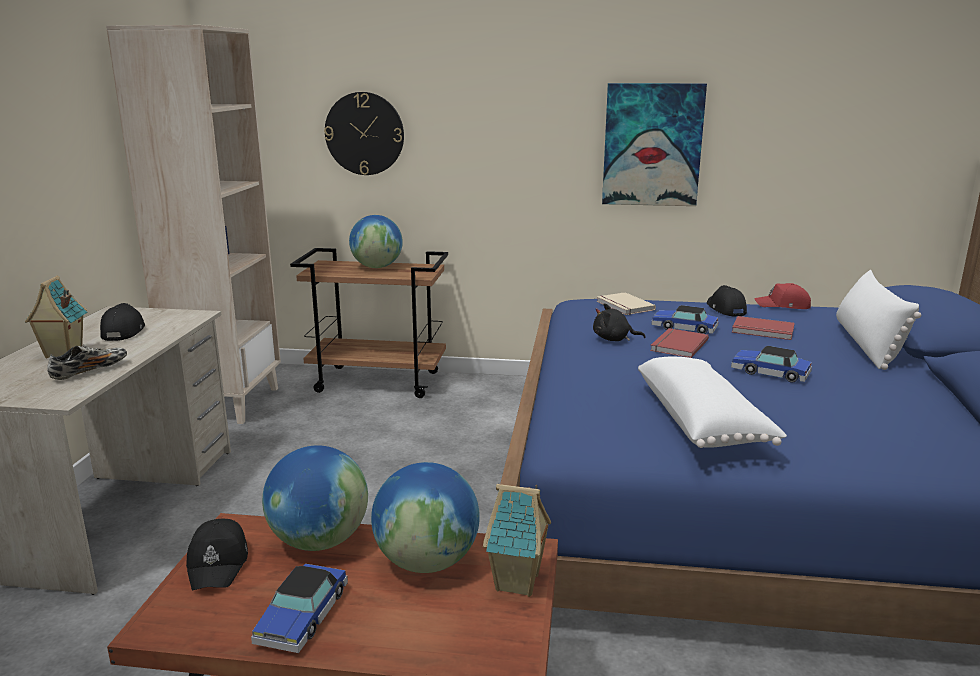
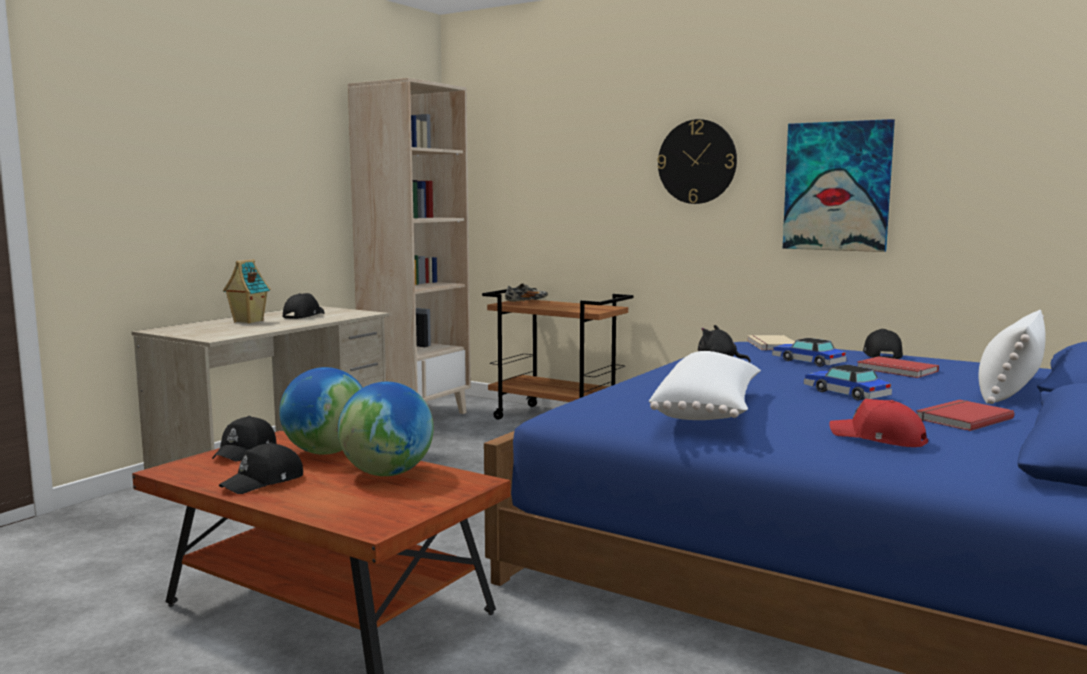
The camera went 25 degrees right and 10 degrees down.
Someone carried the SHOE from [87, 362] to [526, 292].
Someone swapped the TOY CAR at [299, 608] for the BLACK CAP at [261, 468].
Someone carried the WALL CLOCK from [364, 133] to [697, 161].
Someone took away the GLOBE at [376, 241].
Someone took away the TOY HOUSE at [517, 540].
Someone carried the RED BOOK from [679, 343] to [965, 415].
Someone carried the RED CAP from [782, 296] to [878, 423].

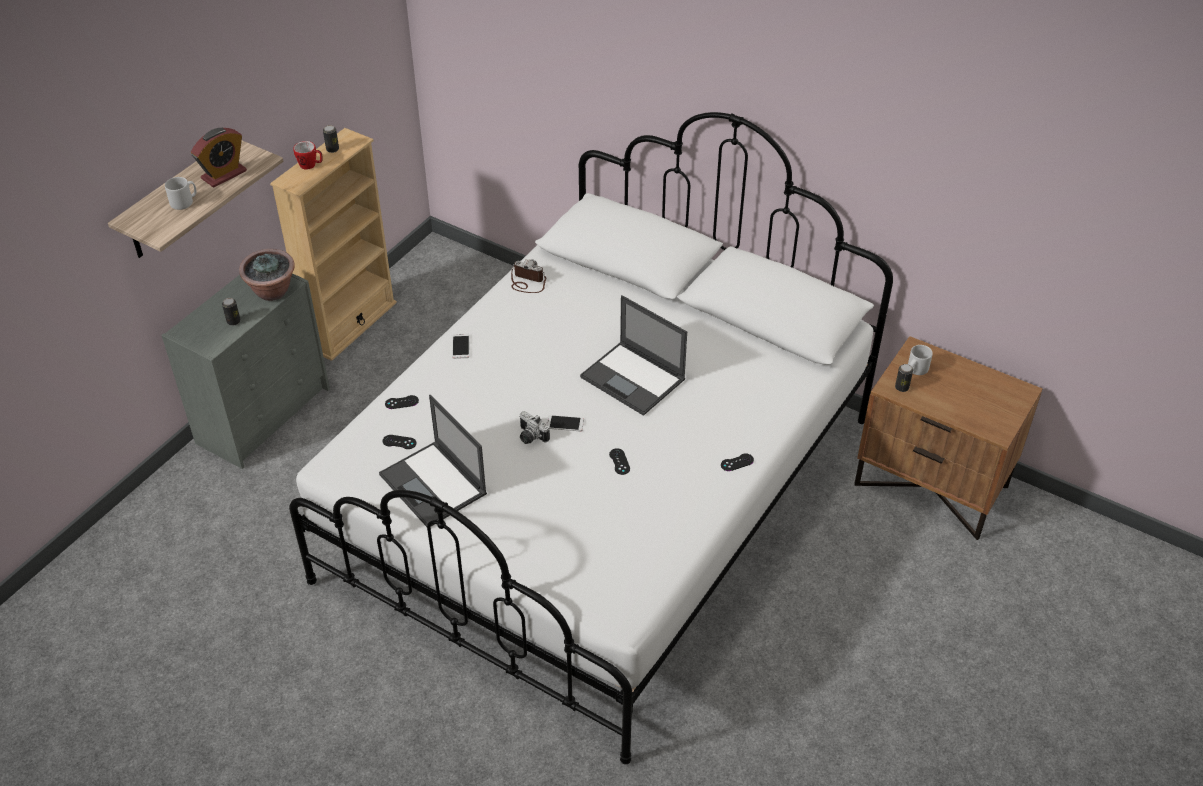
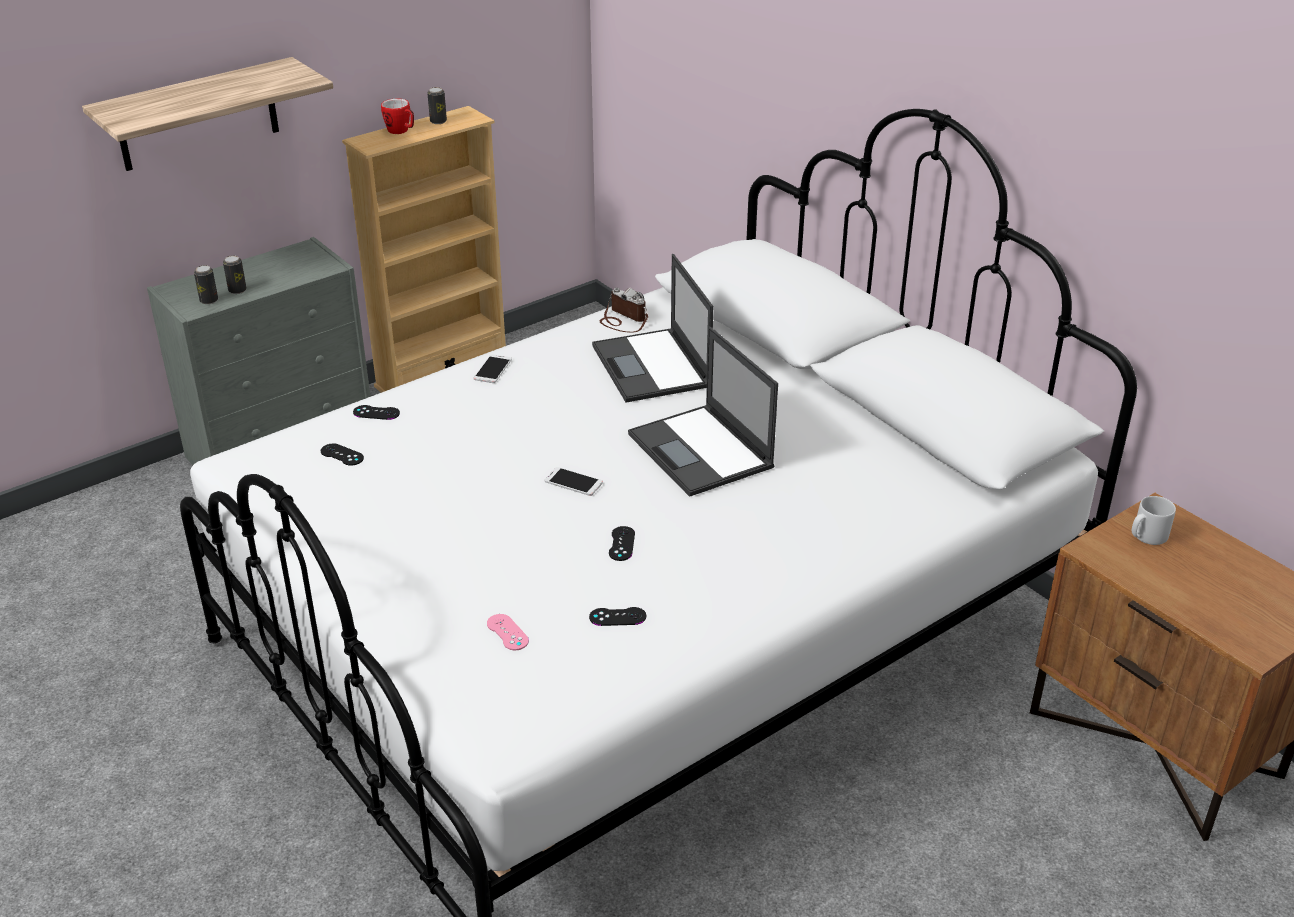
The camera went 20 degrees right and 10 degrees down.
Someone took away the GREY MUG at [180, 193].
Someone took away the ALARM CLOCK at [219, 157].
Someone took away the POTTED PLANT at [267, 275].
Someone carried the LAPTOP from [433, 461] to [652, 328].
Someone took away the PHOTO CAMERA at [534, 427].
Someone carried the BLACK GAME CONTROLLER from [737, 462] to [617, 616].
Someone carried the CAN from [904, 378] to [206, 284].
Someone put down the PINK GAME CONTROLLER at [508, 632].

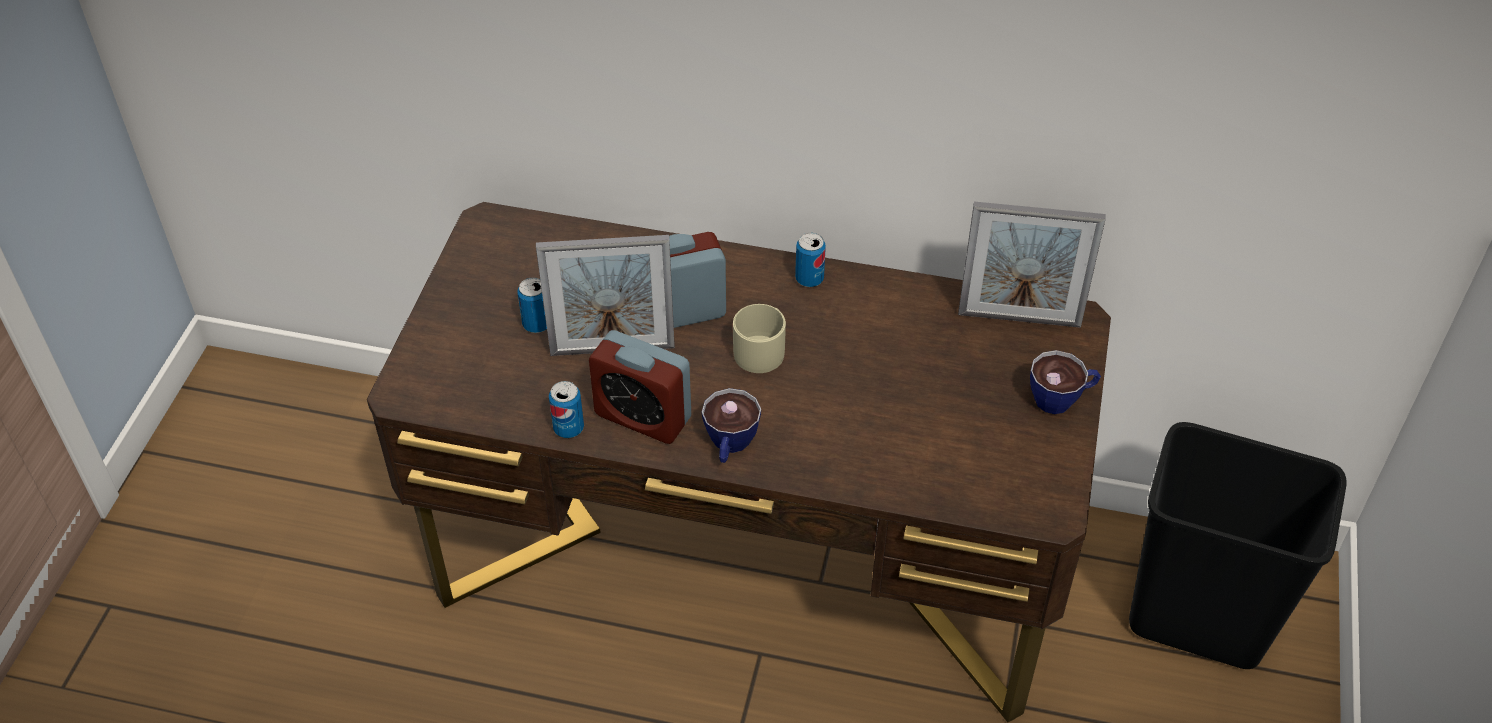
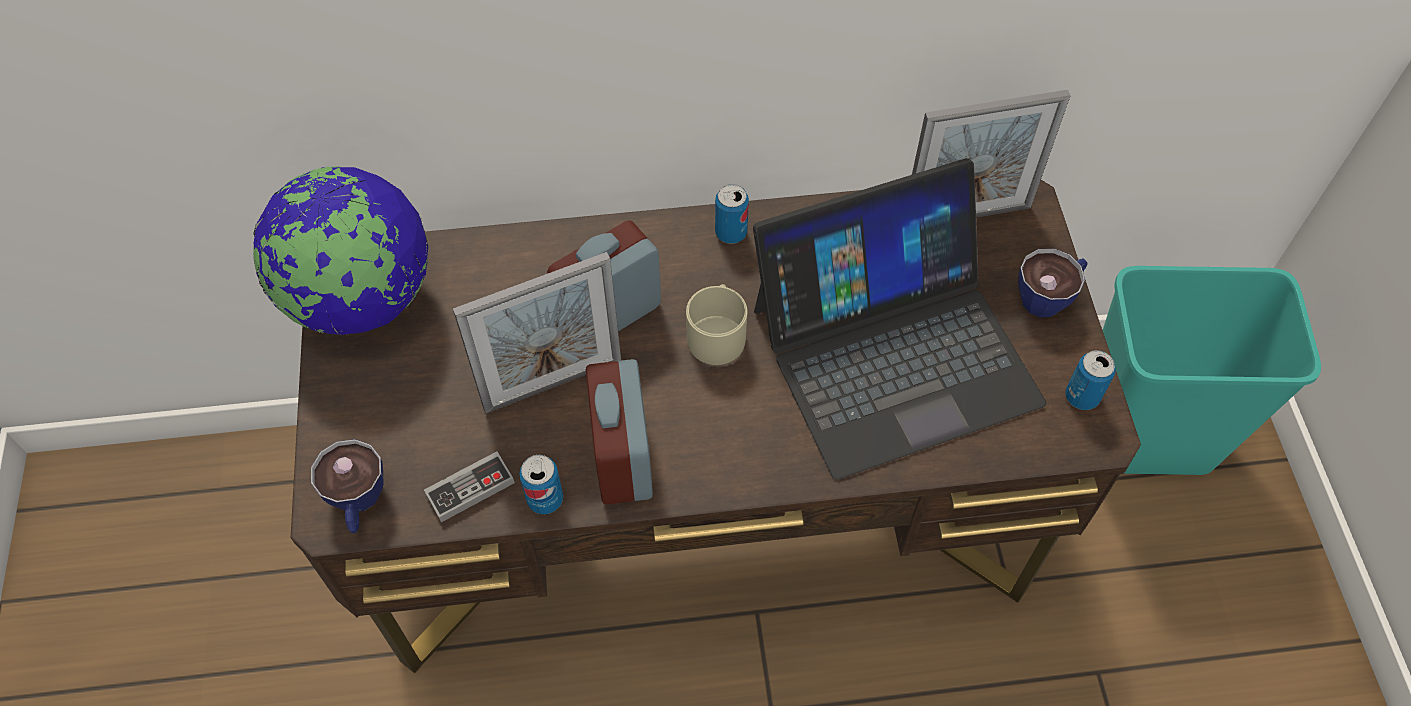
The camera went 20 degrees left and 10 degrees up.
Someone carried the CAN from [532, 305] to [1090, 380].
Someone rotated the ALARM CLOCK at [640, 387] by 75 degrees clockwise.
Someone carried the CUP from [731, 425] to [347, 486].
Someone repainted the BLACK TRASH CAN at [1238, 545], which became the TURQUOISE TRASH CAN at [1212, 370].
Someone put down the GLOBE at [340, 250].
Someone put down the GAME CONTROLLER at [469, 486].
Someone put down the LAPTOP at [900, 319].

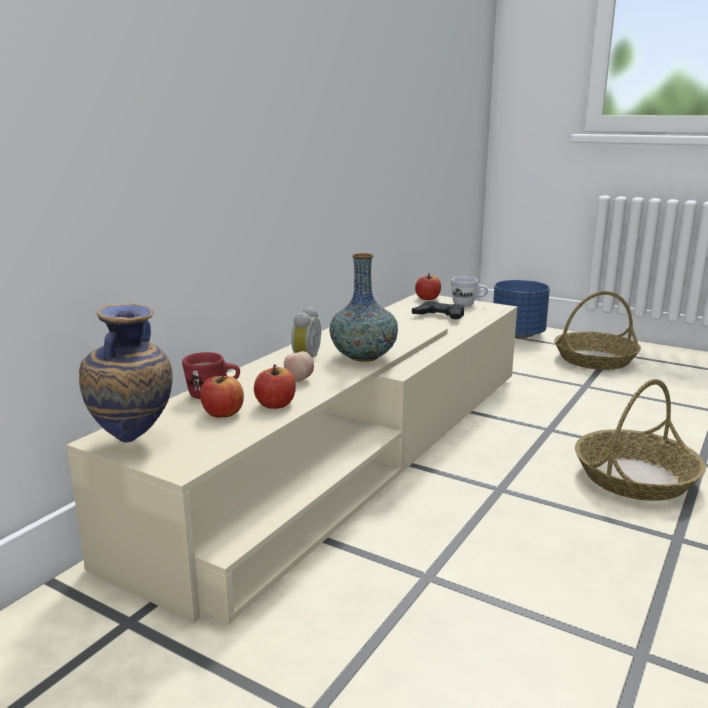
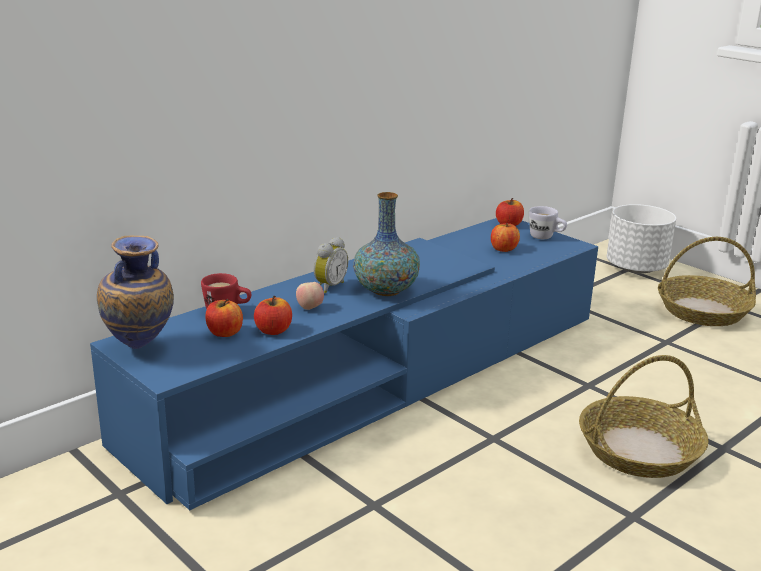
The camera went 15 degrees right and 5 degrees up.
Someone repainted the BEIGE TV STAND at [292, 459], which became the BLUE TV STAND at [344, 364].
Someone swapped the BLACK GAME CONTROLLER at [438, 310] for the APPLE at [505, 237].
Someone repainted the BLUE PLANTER at [521, 309], which became the WHITE PLANTER at [641, 239].

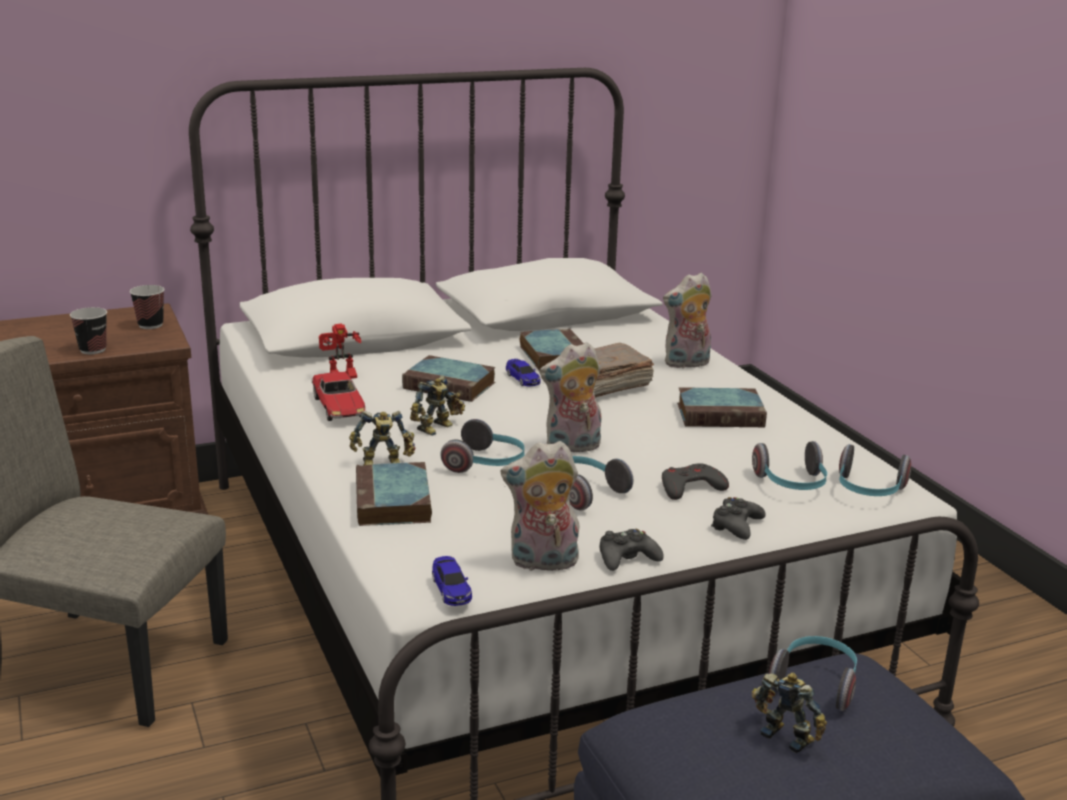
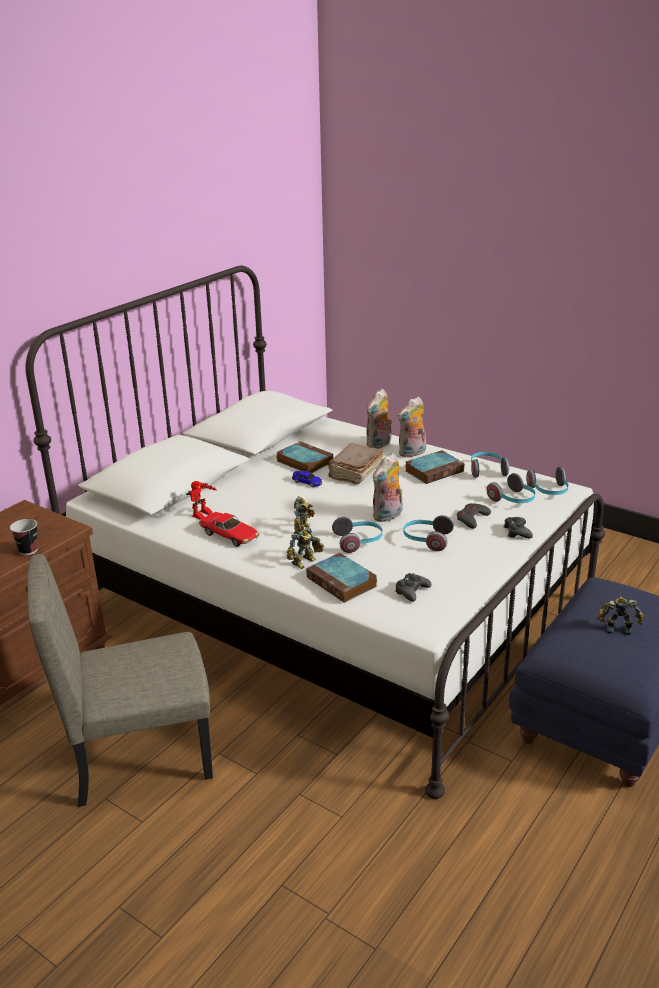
The camera went 30 degrees left and 5 degrees up.
Someone took away the CUP at [147, 307].
Someone took away the BOOK at [449, 378].
Someone took away the TOY CAR at [452, 581].
Someone carried the PLUSH TOY from [540, 506] to [412, 426].
Someone carried the BLACK GAME CONTROLLER from [632, 550] to [413, 587].
Someone carried the HEADPHONES from [813, 673] to [490, 465].

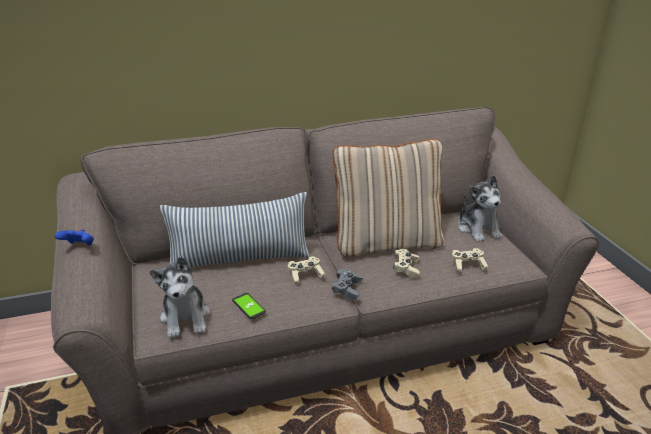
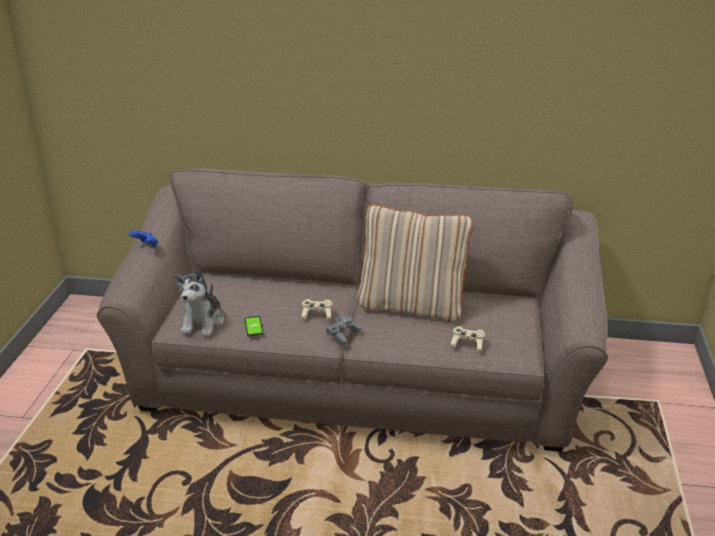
The camera went 25 degrees right and 0 degrees up.
Someone took away the PILLOW at [235, 230].
Someone took away the BEIGE GAME CONTROLLER at [406, 263].
Someone took away the PLUSH TOY at [480, 208].

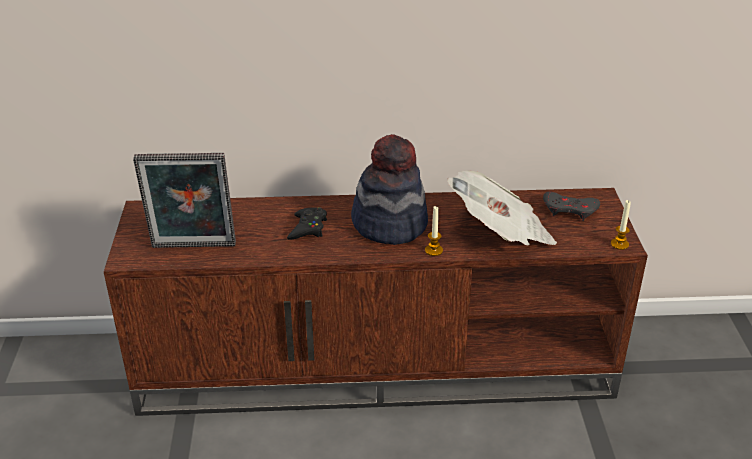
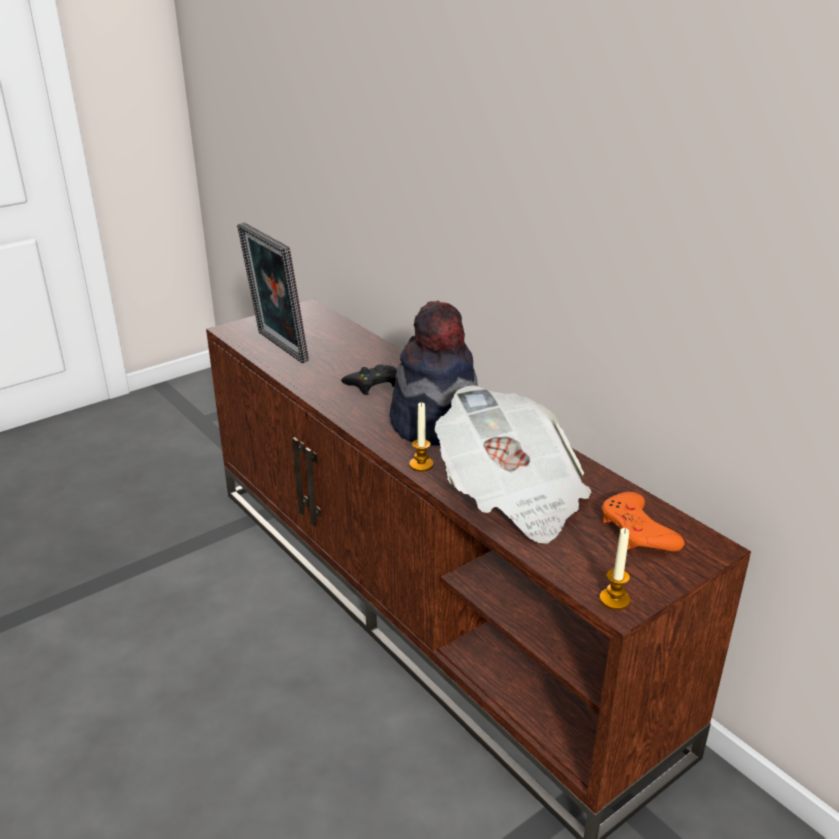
The camera went 55 degrees right and 5 degrees down.
Someone repainted the GREY GAME CONTROLLER at [571, 206], which became the ORANGE GAME CONTROLLER at [643, 521].

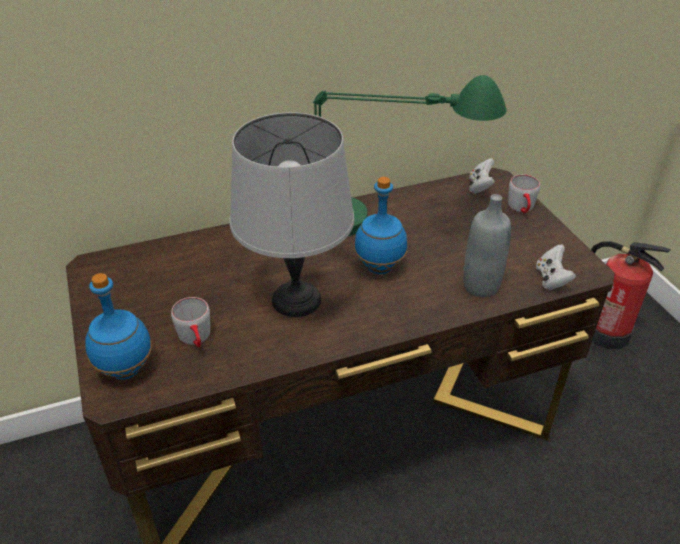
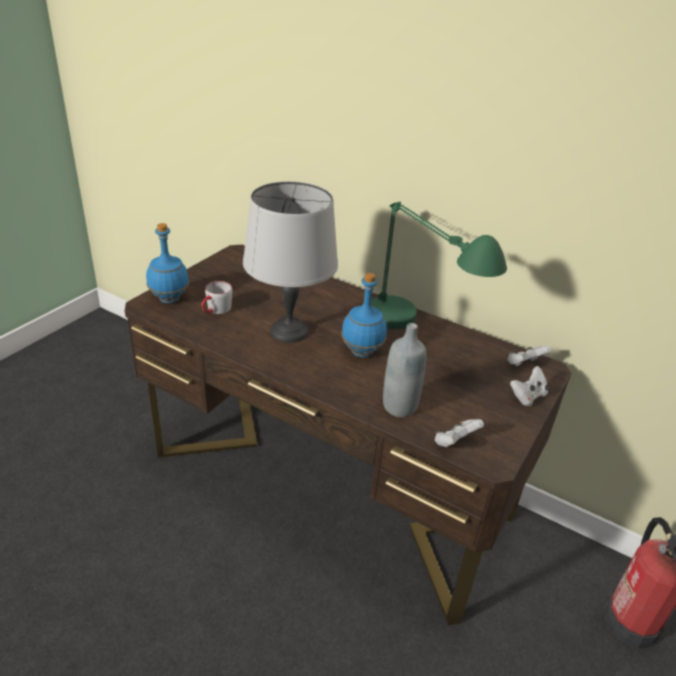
The camera went 50 degrees right and 5 degrees down.
Someone swapped the GREY MUG at [524, 194] for the WHITE GAME CONTROLLER at [530, 386].

